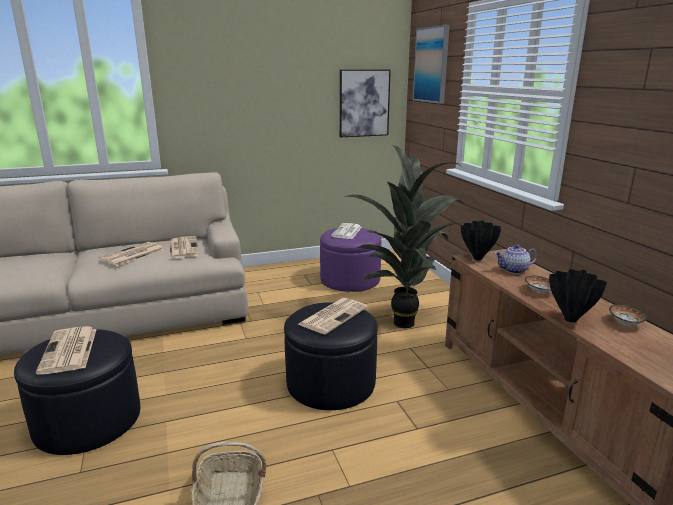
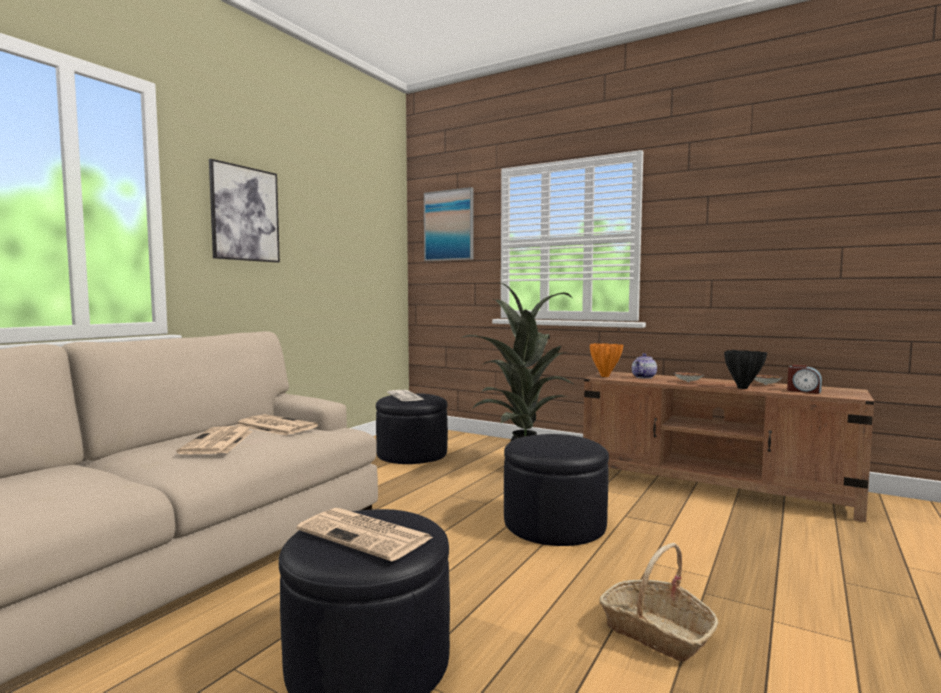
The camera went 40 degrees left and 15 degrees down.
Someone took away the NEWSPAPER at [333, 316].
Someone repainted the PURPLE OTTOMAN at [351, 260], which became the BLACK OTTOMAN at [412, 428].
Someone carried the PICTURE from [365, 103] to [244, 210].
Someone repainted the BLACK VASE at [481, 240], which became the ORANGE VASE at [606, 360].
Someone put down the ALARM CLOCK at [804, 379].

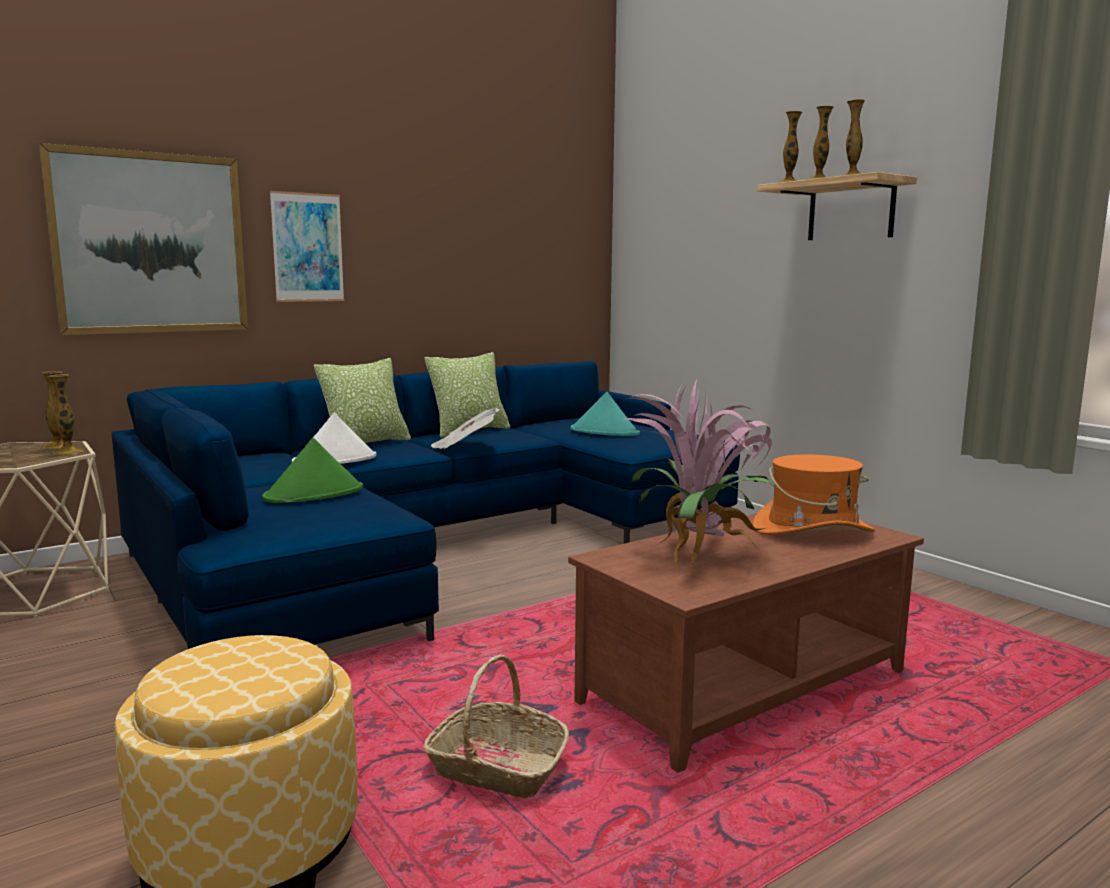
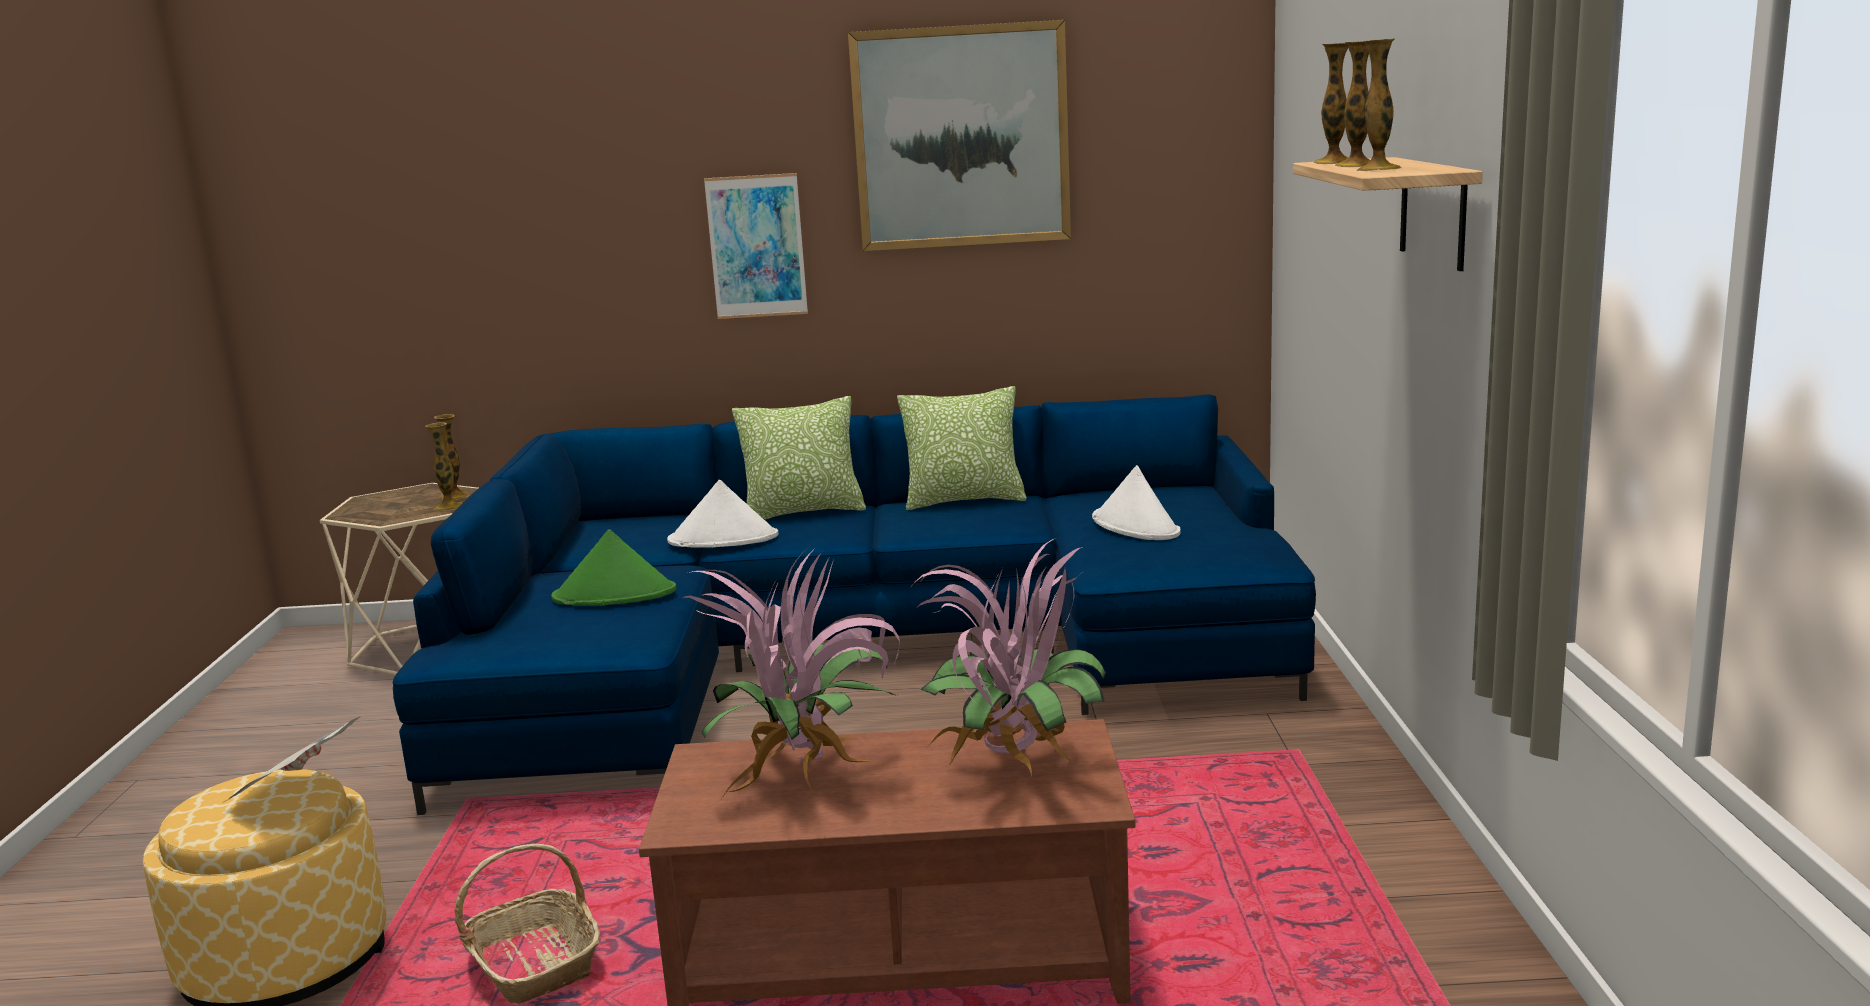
The camera went 35 degrees right and 5 degrees up.
Someone carried the PICTURE from [143, 239] to [959, 135].
Someone carried the NEWSPAPER from [465, 428] to [291, 759].
Someone repainted the TURQUOISE HAT at [605, 414], which became the WHITE HAT at [1136, 502].
Someone swapped the ORANGE HAT at [814, 495] for the POTTED PLANT at [1007, 657].

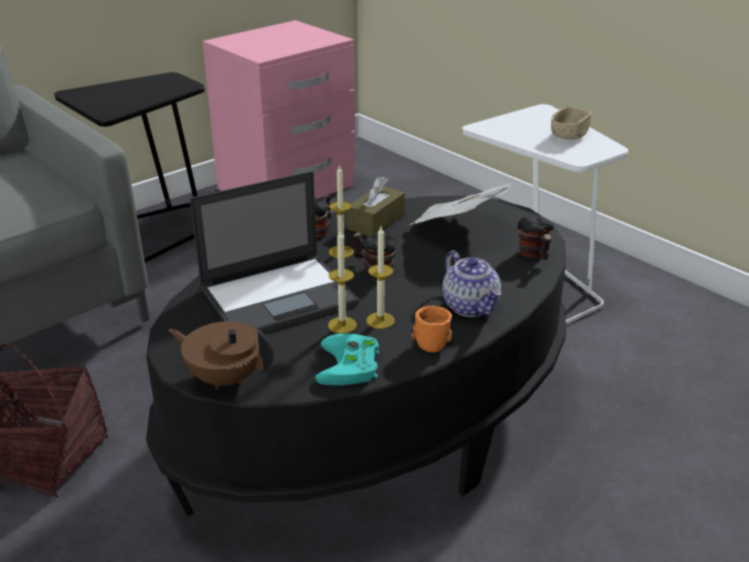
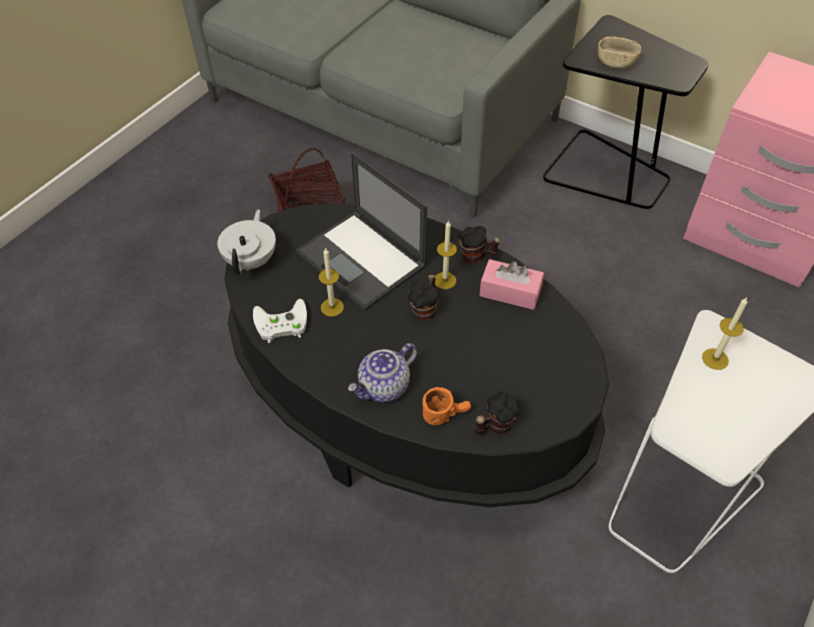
The camera went 75 degrees right and 20 degrees up.
Someone repainted the BROWN TEAPOT at [221, 355], which became the WHITE TEAPOT at [246, 241].
Someone repainted the TURQUOISE GAME CONTROLLER at [347, 359], which became the WHITE GAME CONTROLLER at [280, 321].
Someone repainted the BROWN TISSUE BOX at [376, 206], which became the PINK TISSUE BOX at [511, 284].
Someone carried the CANDLE from [380, 278] to [725, 333].
Someone took away the NEWSPAPER at [460, 204].
Someone carried the ORANGE MUG from [431, 329] to [446, 406].
Someone carried the BEIGE BOWL from [571, 123] to [619, 52].

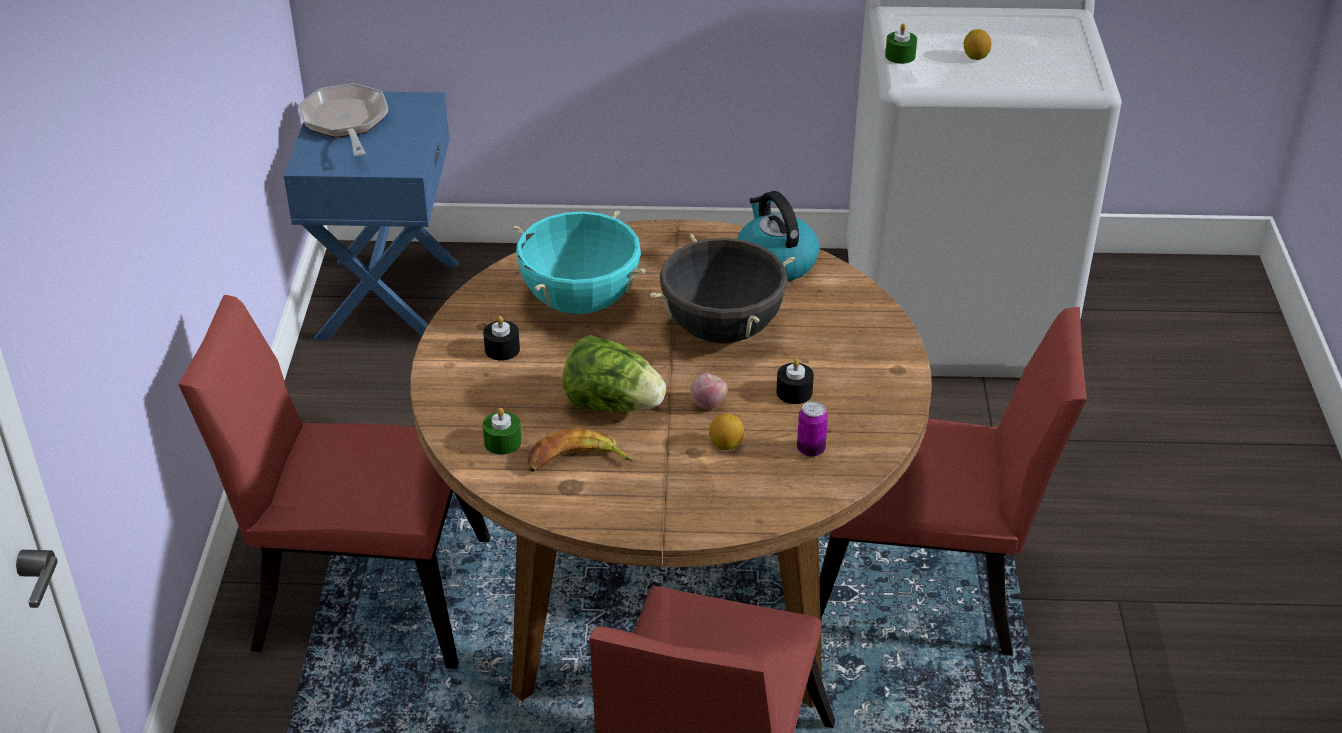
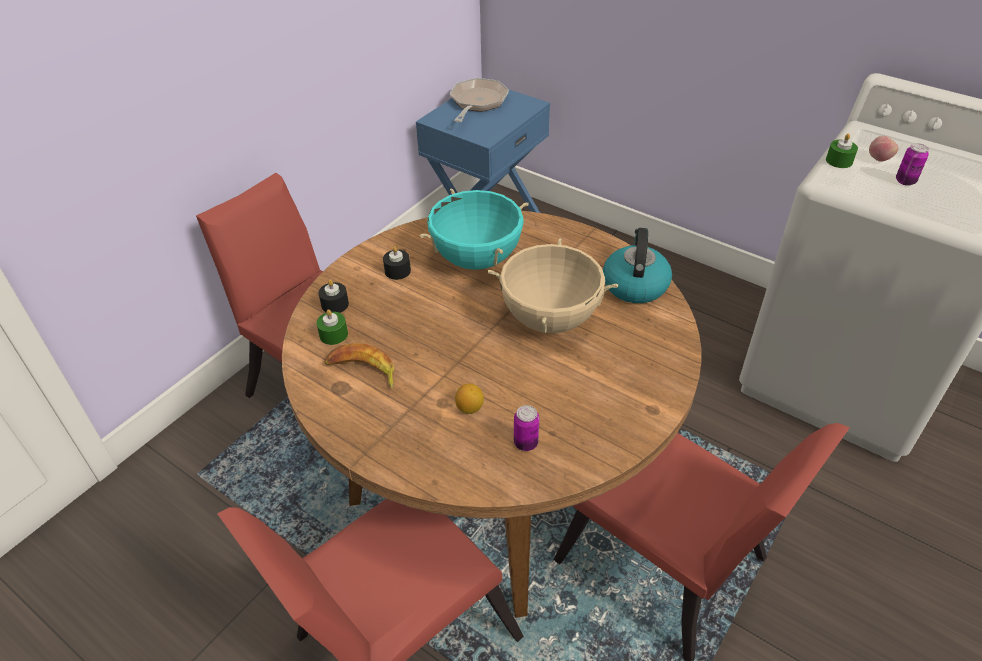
The camera went 35 degrees right and 5 degrees up.
Someone took away the LETTUCE at [614, 373].
Someone repainted the BLACK COOKING POT at [722, 288], which became the BEIGE COOKING POT at [553, 285].
Someone carried the APPLE from [709, 391] to [884, 149].
Someone carried the BLACK CANDLE from [795, 381] to [333, 296].
Someone swapped the LEMON at [978, 44] for the CAN at [912, 164].

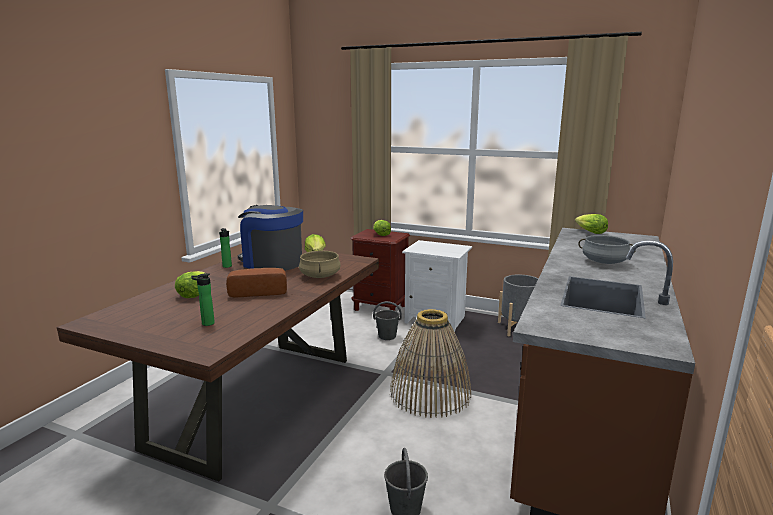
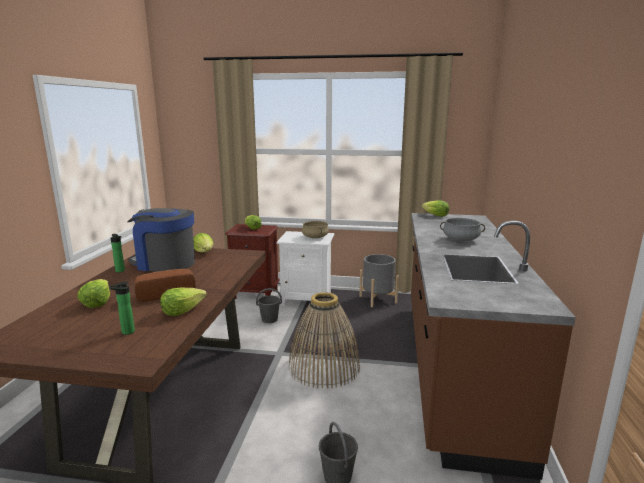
The camera went 15 degrees left and 0 degrees up.
Someone carried the BEIGE COOKING POT from [319, 264] to [315, 229].
Someone put down the LETTUCE at [183, 301].

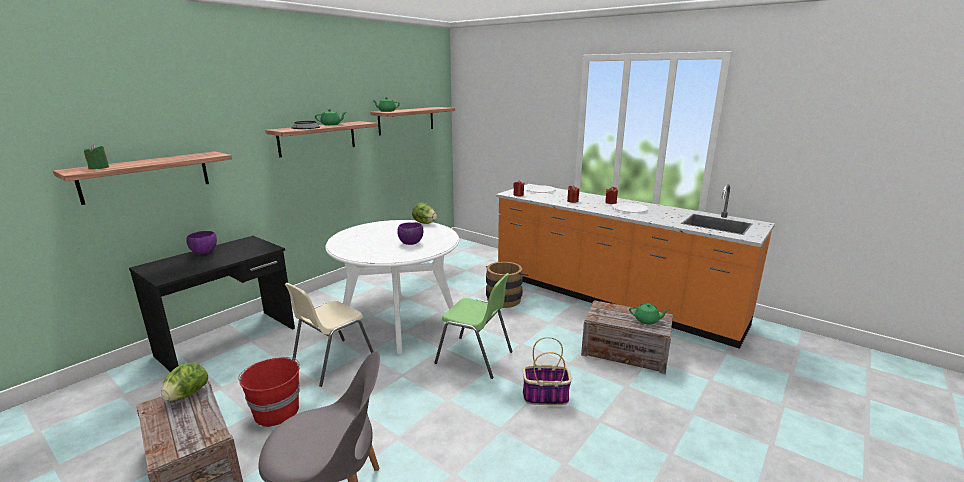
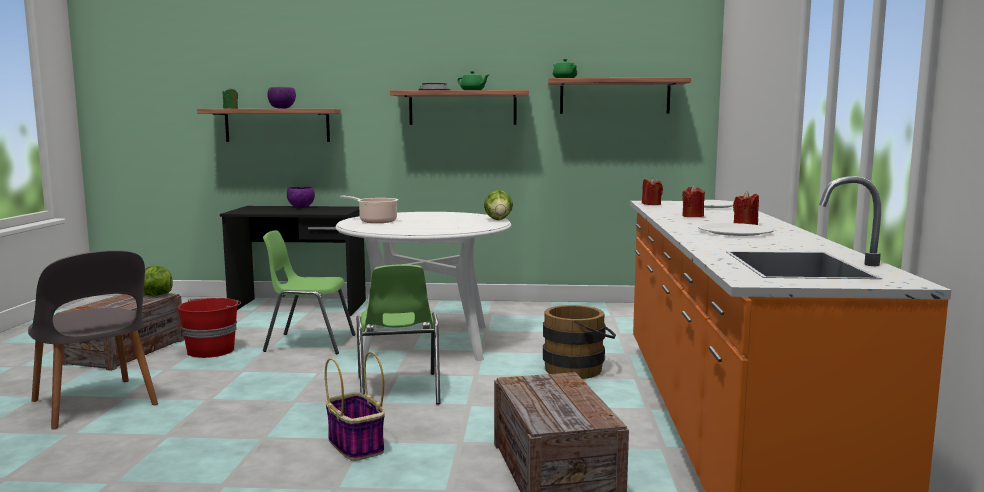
The camera went 55 degrees right and 10 degrees down.
Someone repainted the BEIGE CHAIR at [329, 335], which became the GREEN CHAIR at [309, 292].
Someone carried the PURPLE BOWL from [410, 233] to [281, 98].
Someone took away the GREEN TEAPOT at [649, 314].
Someone put down the COOKING POT at [369, 209].

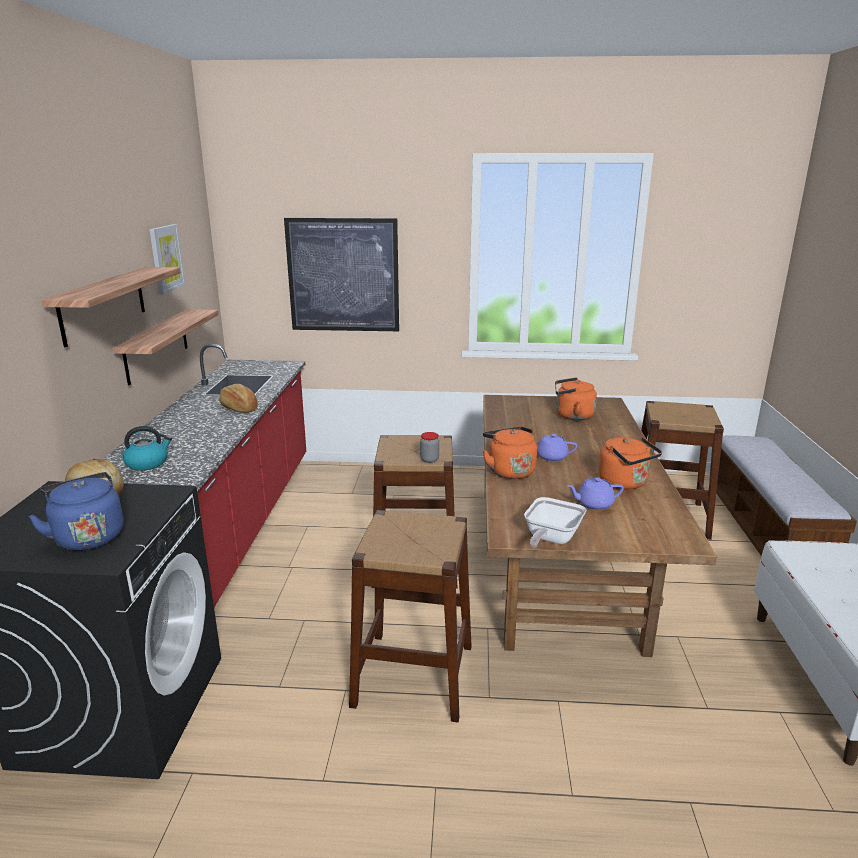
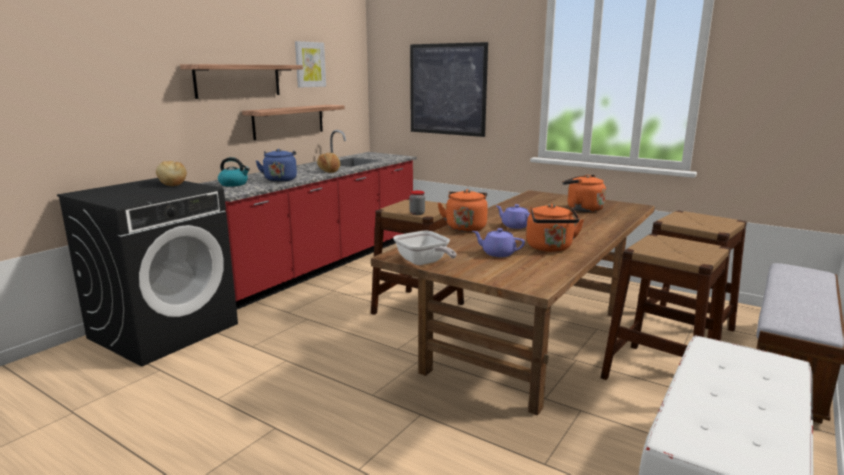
The camera went 30 degrees right and 5 degrees down.
Someone carried the BLUE KETTLE from [76, 511] to [276, 165].
Someone carried the BROWN STOOL from [410, 616] to [666, 307].
Someone rotated the FRYING PAN at [555, 522] by 90 degrees counterclockwise.

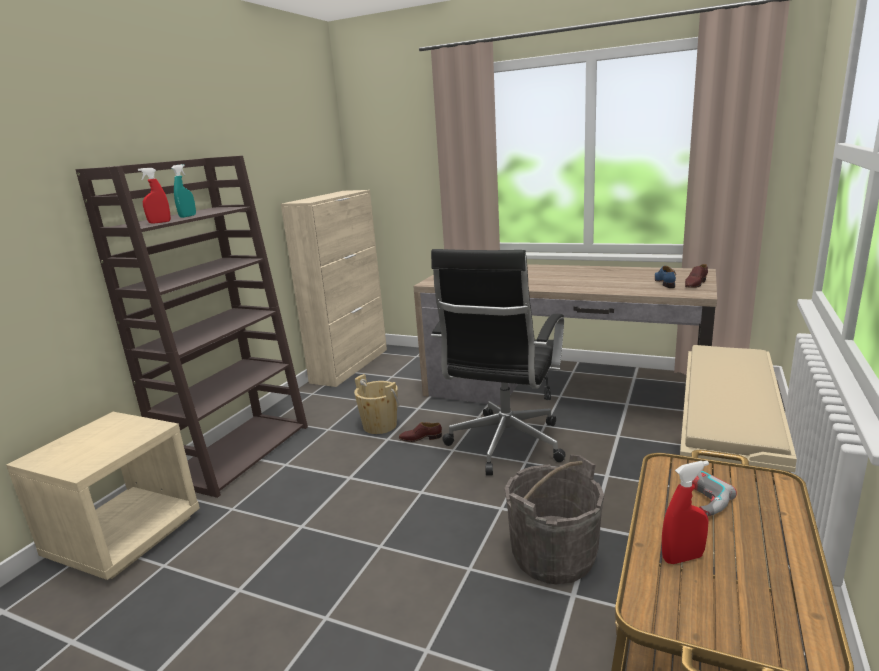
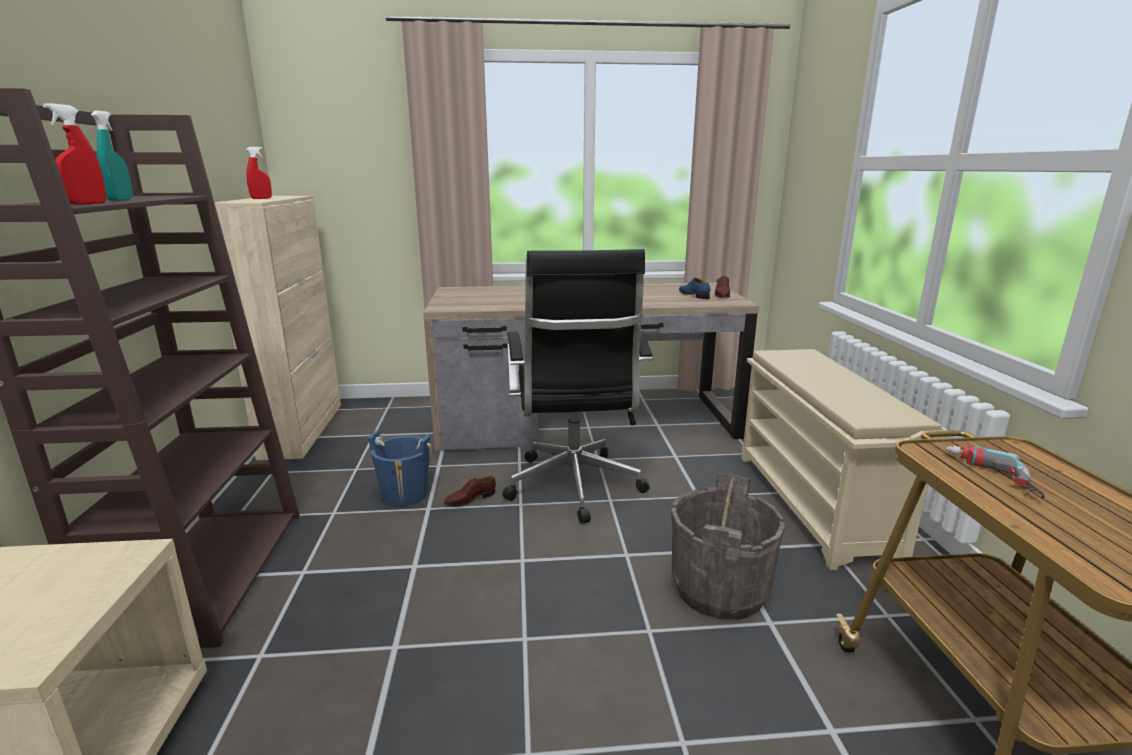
The camera went 30 degrees left and 0 degrees up.
Someone repainted the BEIGE BUCKET at [377, 404], which became the BLUE BUCKET at [400, 468].
Someone carried the RED SPRAY BOTTLE from [685, 512] to [259, 173].

